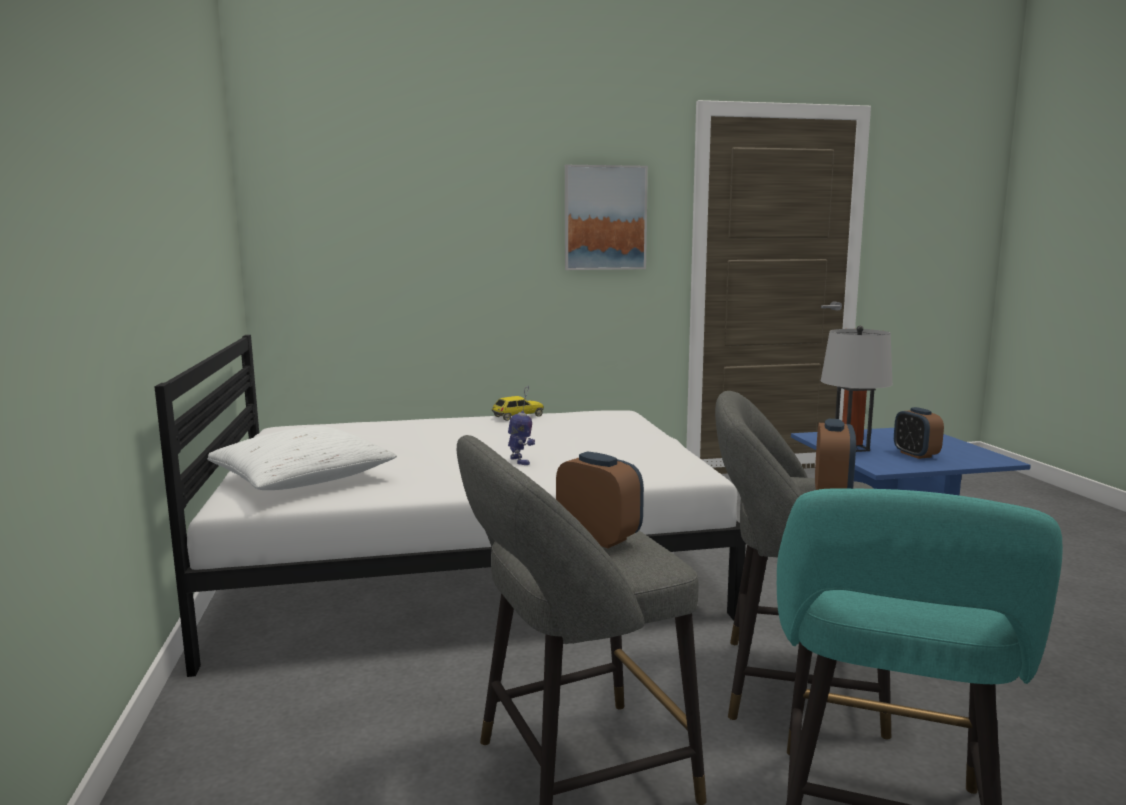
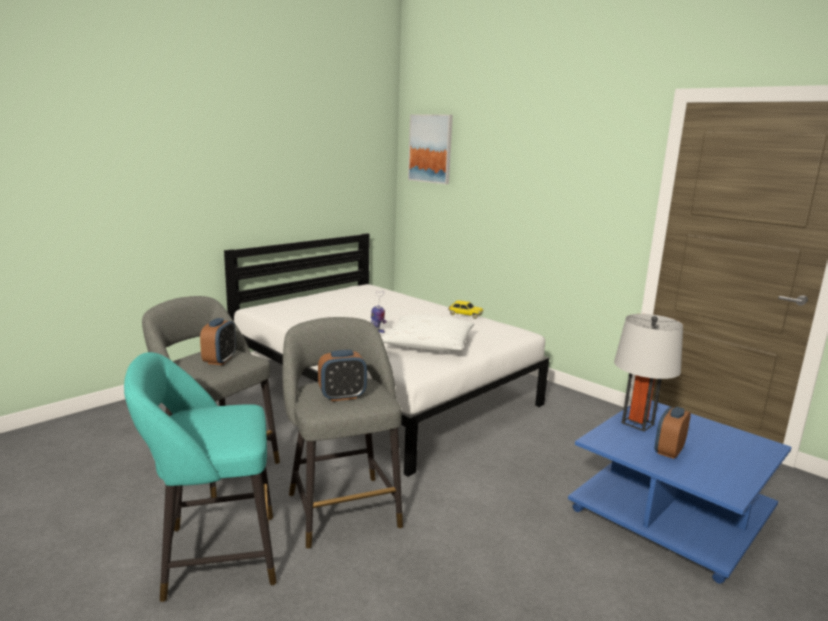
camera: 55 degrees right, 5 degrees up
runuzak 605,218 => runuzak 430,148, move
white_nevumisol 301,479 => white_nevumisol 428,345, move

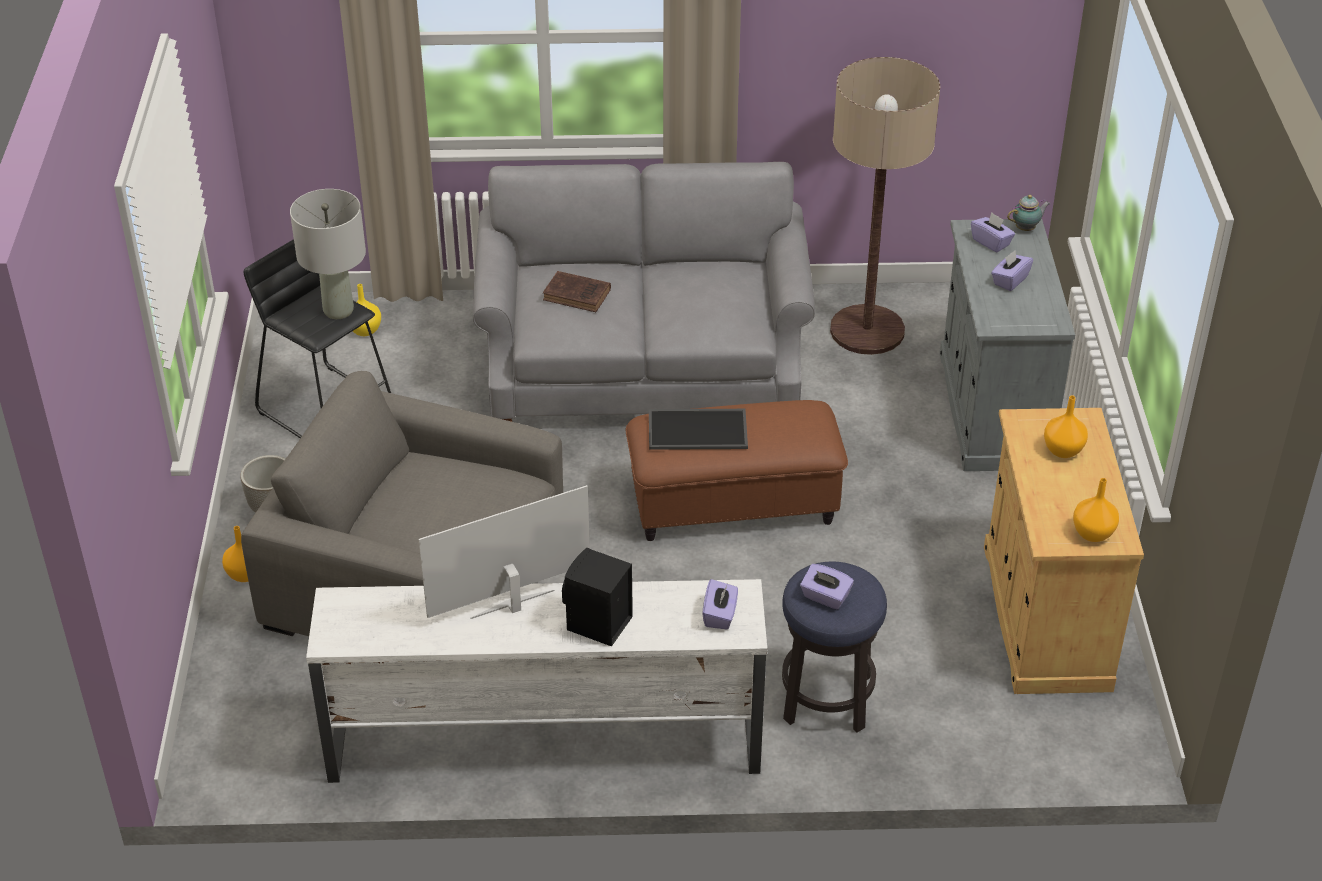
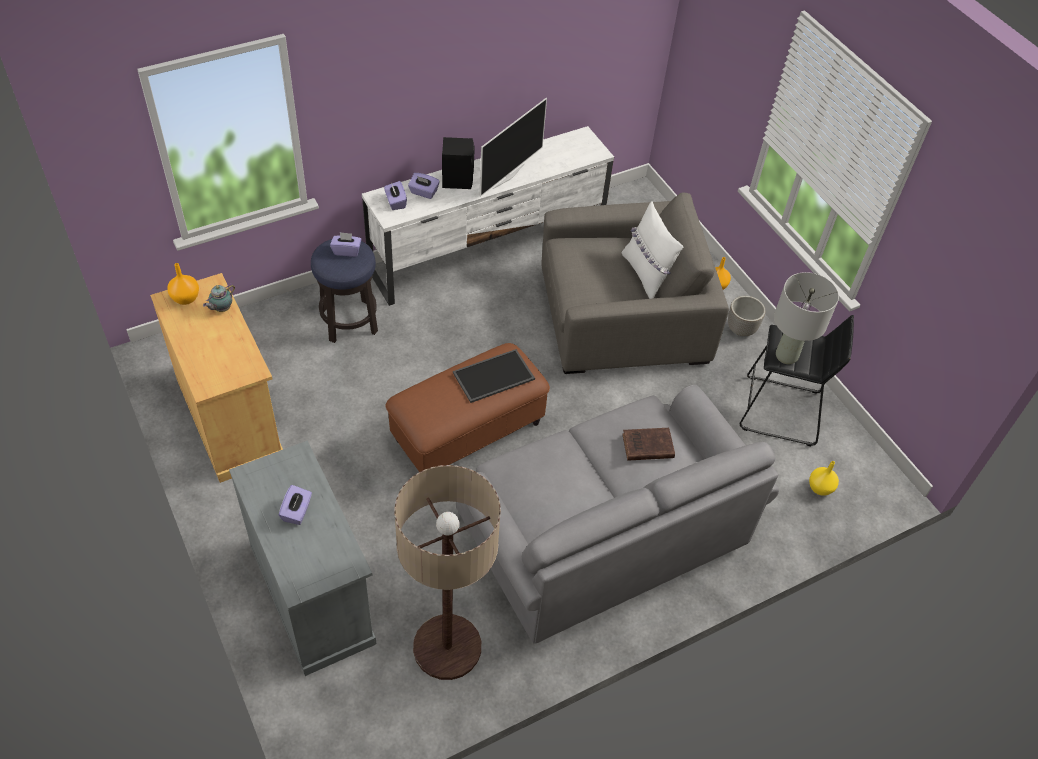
camera: 150 degrees right, 10 degrees up
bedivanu 1026,228 => bedivanu 221,309, move
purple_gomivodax 991,242 => purple_gomivodax 423,192, move
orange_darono 1062,451 => nothing
nothing => white_nevumisol 646,274

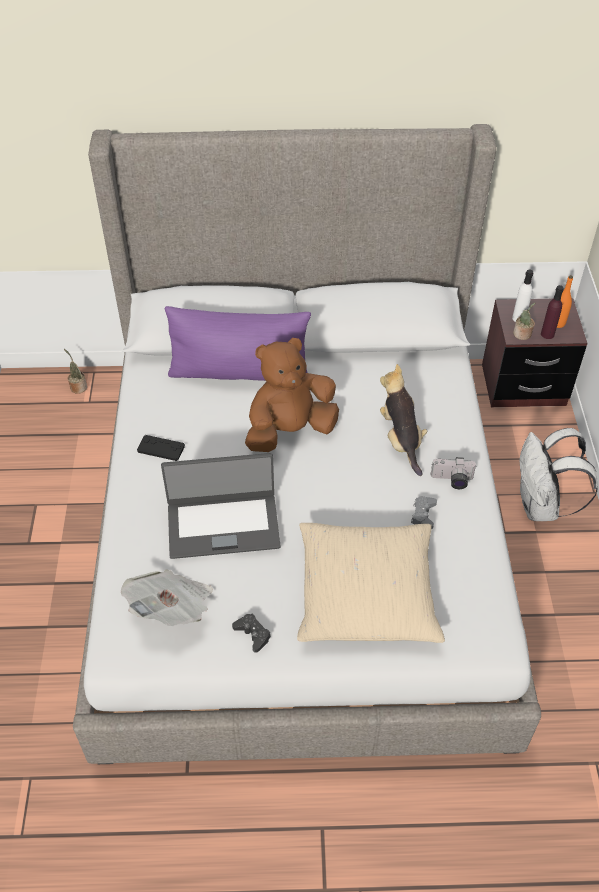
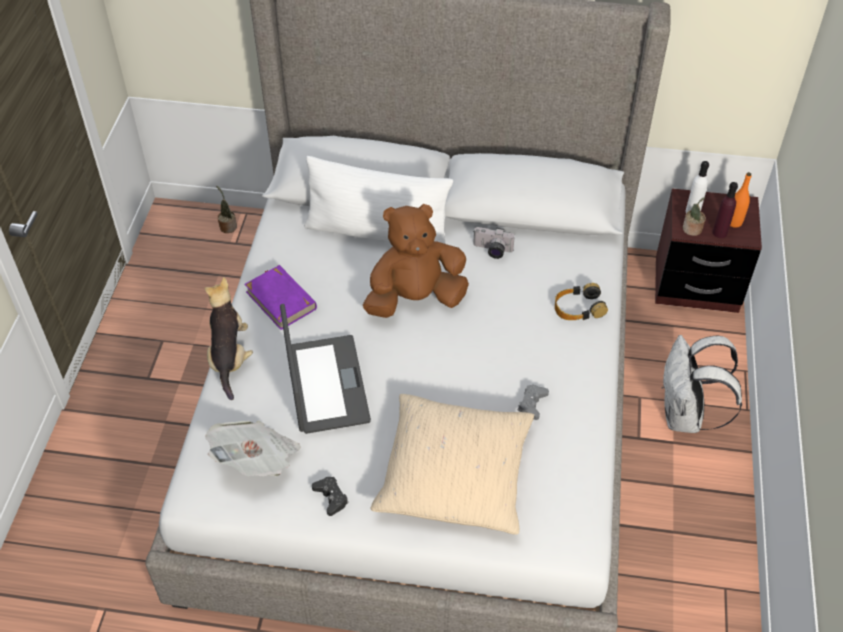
camera: 10 degrees right, 0 degrees up
purple_nevumisol 239,373 => white_nevumisol 377,233
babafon 401,439 => babafon 229,357, move
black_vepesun 161,448 => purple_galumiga 281,300
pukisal 223,524 => pukisal 325,385, 105 degrees counterclockwise
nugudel 452,481 => nugudel 492,251, move
nothing => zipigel 578,308

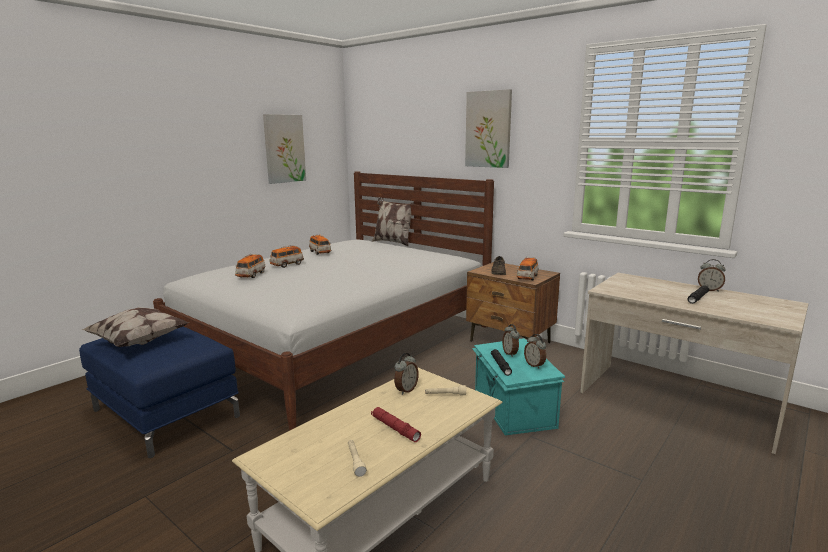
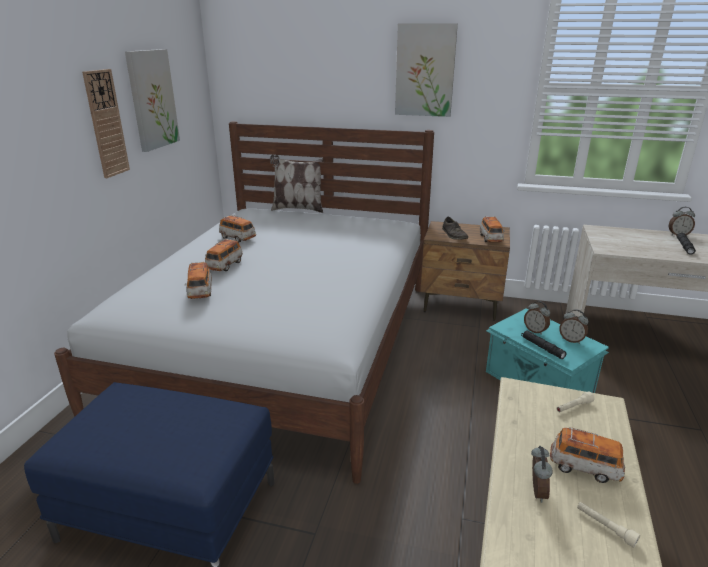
camera: 25 degrees left, 10 degrees up
nevumisol 139,341 => nothing
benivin 406,390 => benivin 536,491, move
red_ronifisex 395,428 => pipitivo 584,467
nothing => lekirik 106,124

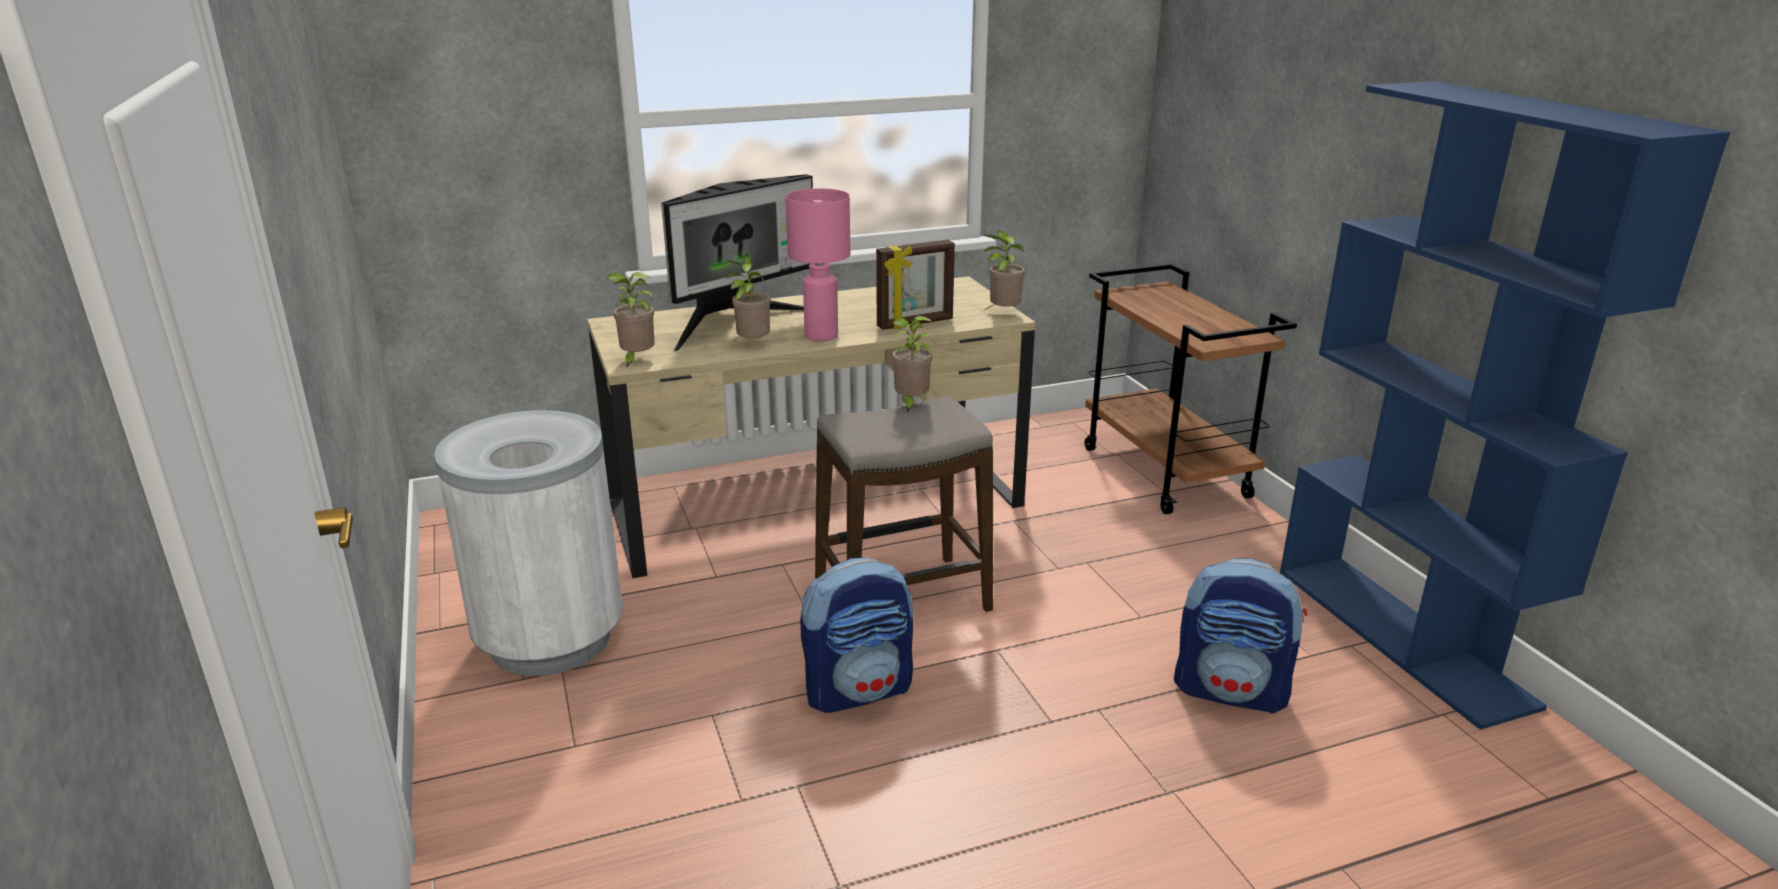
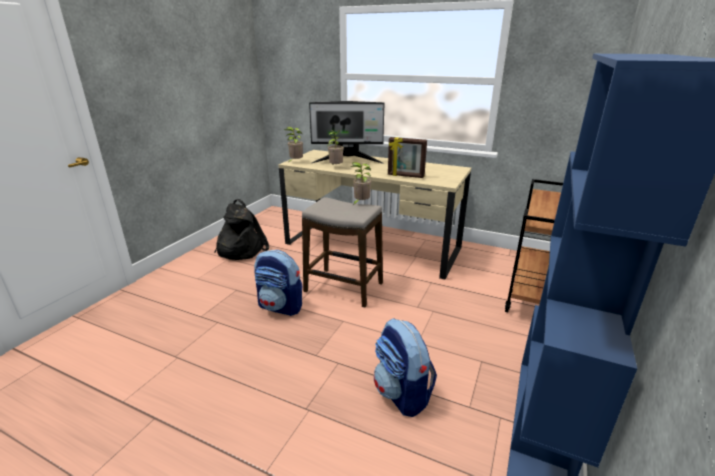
camera: 45 degrees right, 0 degrees up
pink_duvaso 821,335 => nothing
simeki 1002,313 => nothing
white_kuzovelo 551,639 => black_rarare 240,250

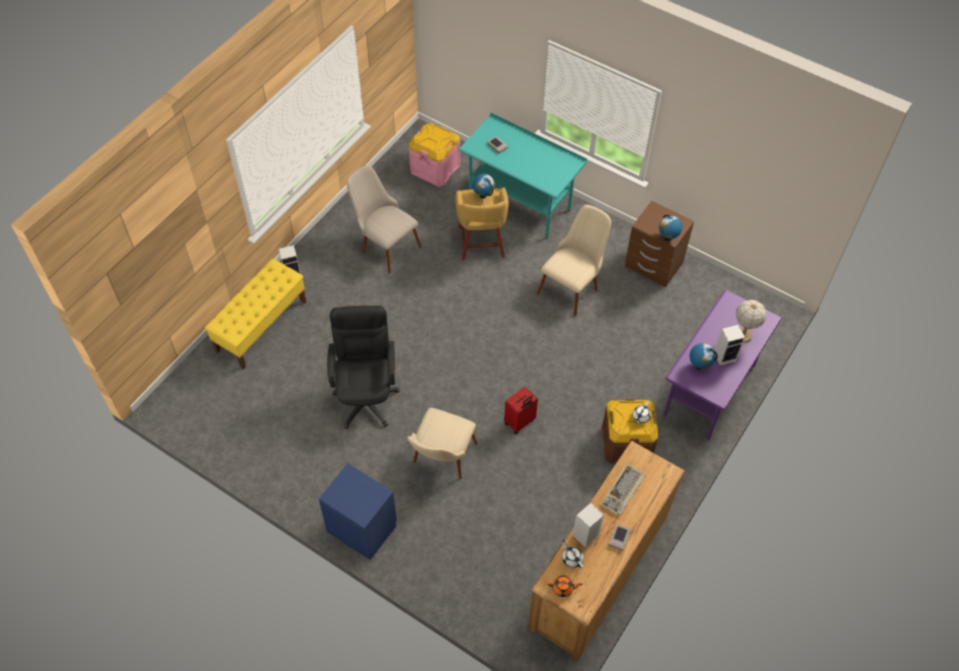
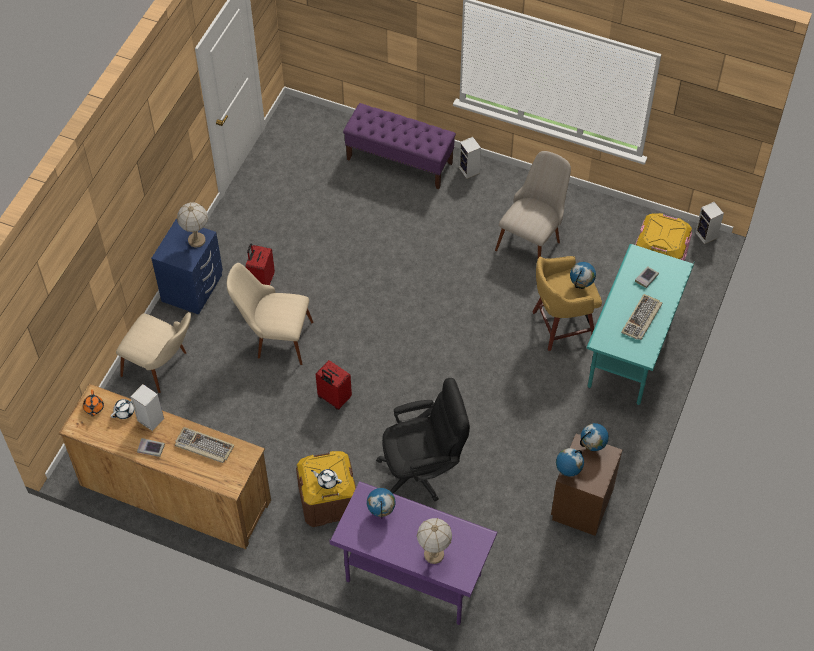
camera: 80 degrees right, 0 degrees up
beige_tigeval 573,285 => beige_tigeval 163,368, move
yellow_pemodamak 261,326 => purple_pemodamak 400,161
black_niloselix 366,395 => black_niloselix 423,470, move
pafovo 725,356 => pafovo 706,235, move
nothing => duvaso 196,240
nothing => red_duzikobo 261,282
nothing => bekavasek 642,319
nothing => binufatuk 592,447

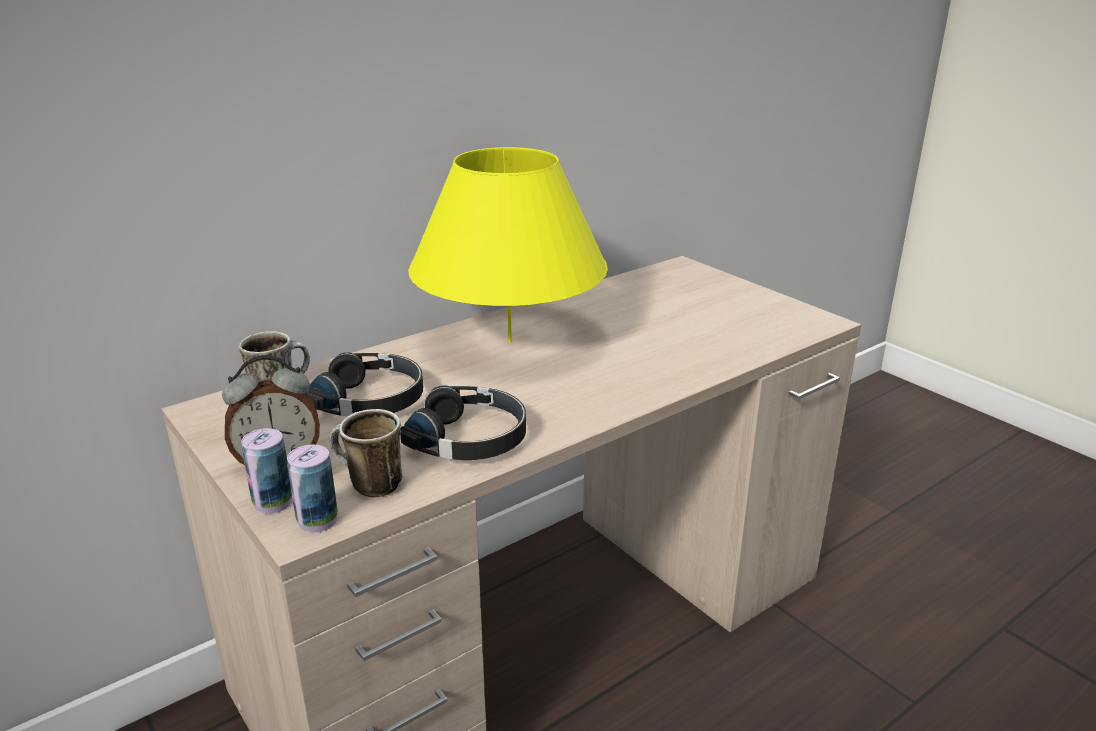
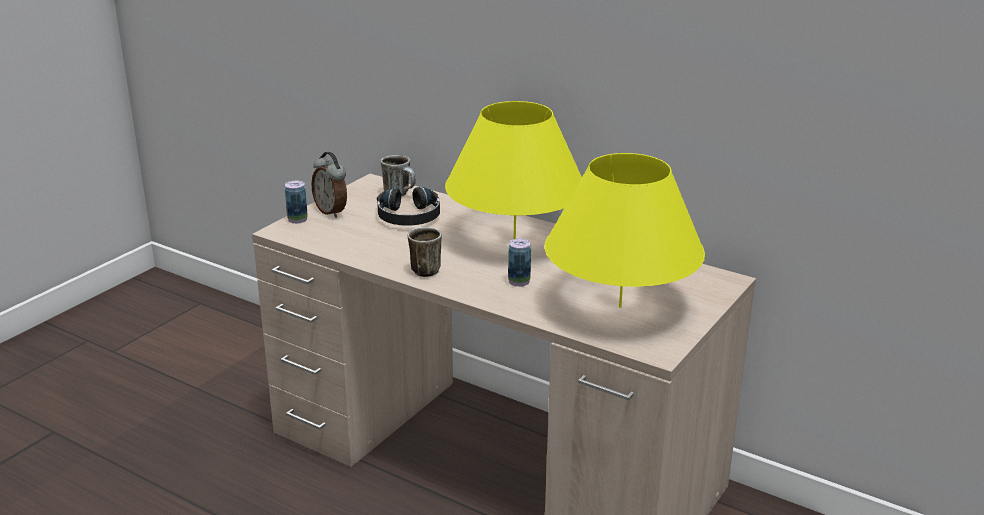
camera: 70 degrees right, 0 degrees up
black_zipigel 470,438 => nothing
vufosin 367,485 => vufosin 424,269, move
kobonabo 317,521 => kobonabo 519,281, move
nothing => yellow_duvaso 620,307

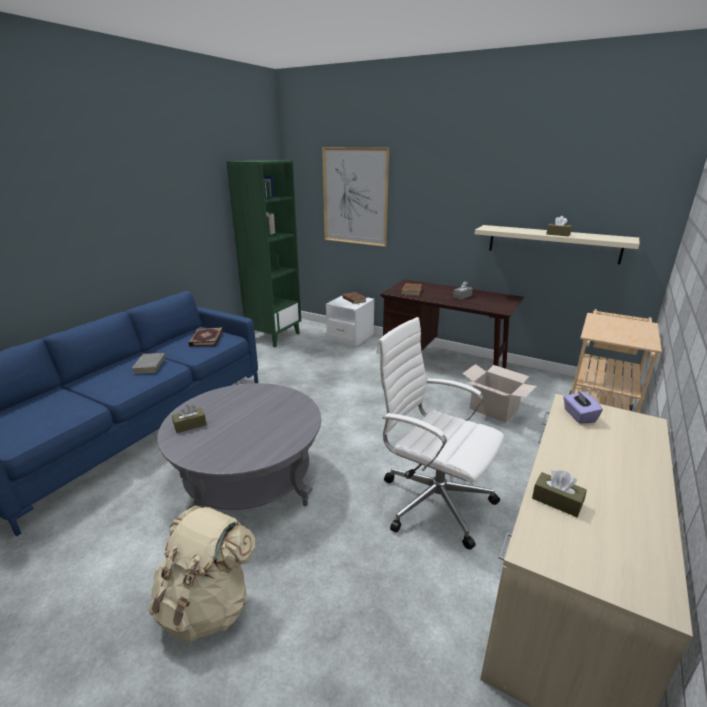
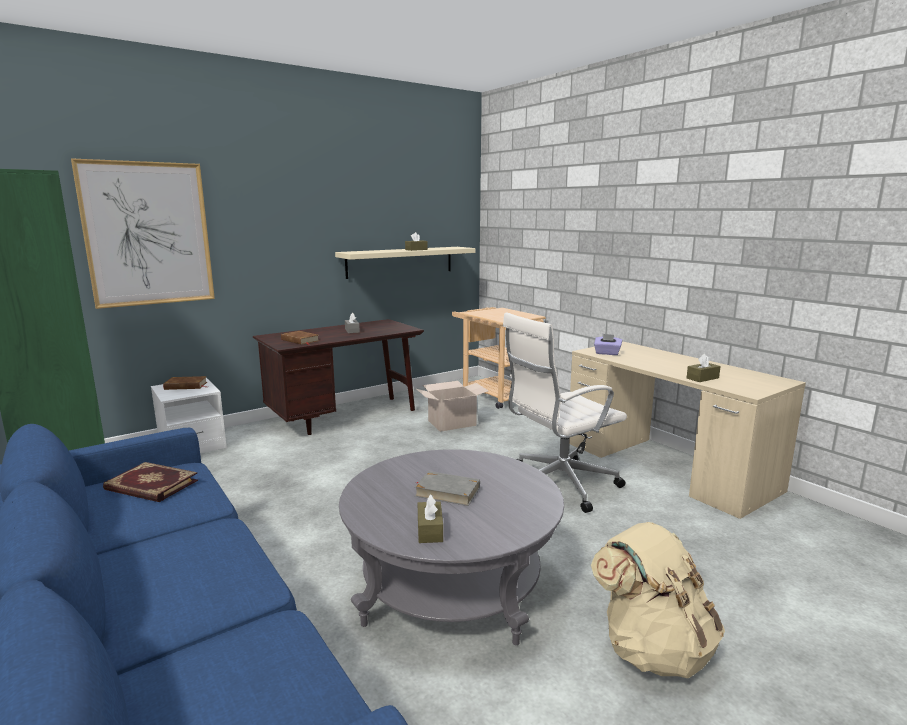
camera: 65 degrees left, 10 degrees down
grey_galumiga 150,365 => grey_galumiga 447,492, move

